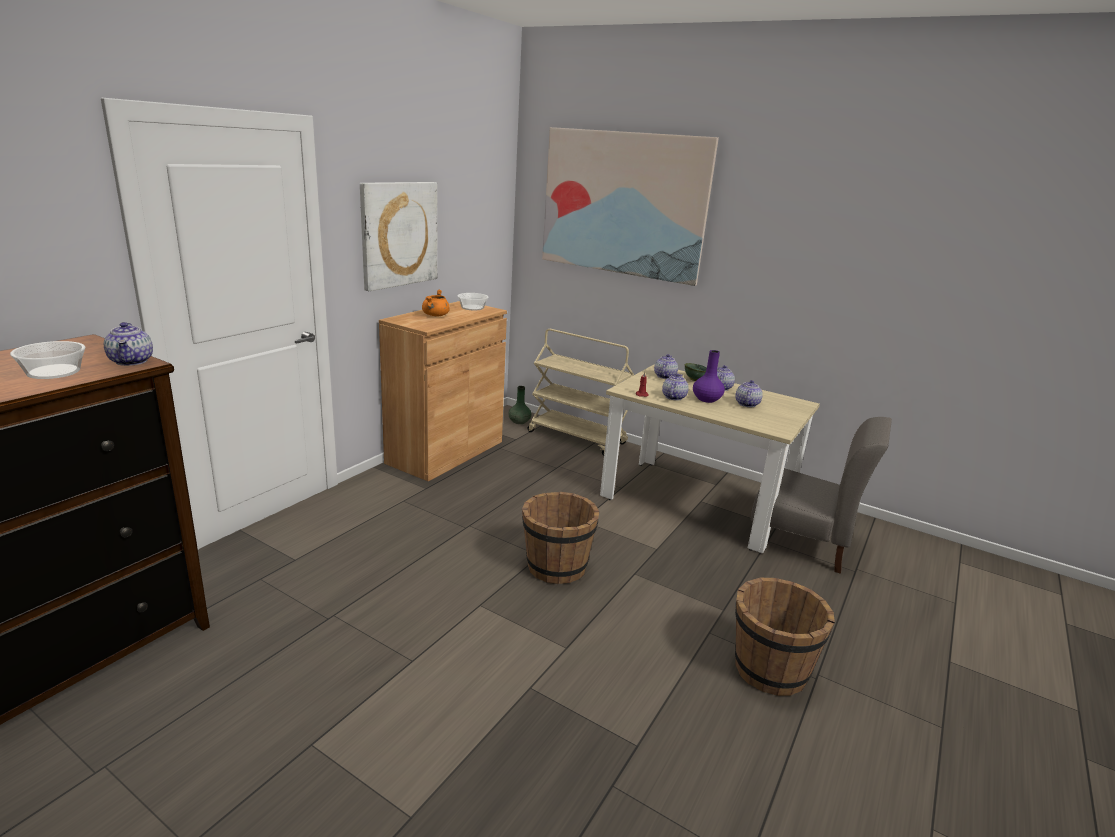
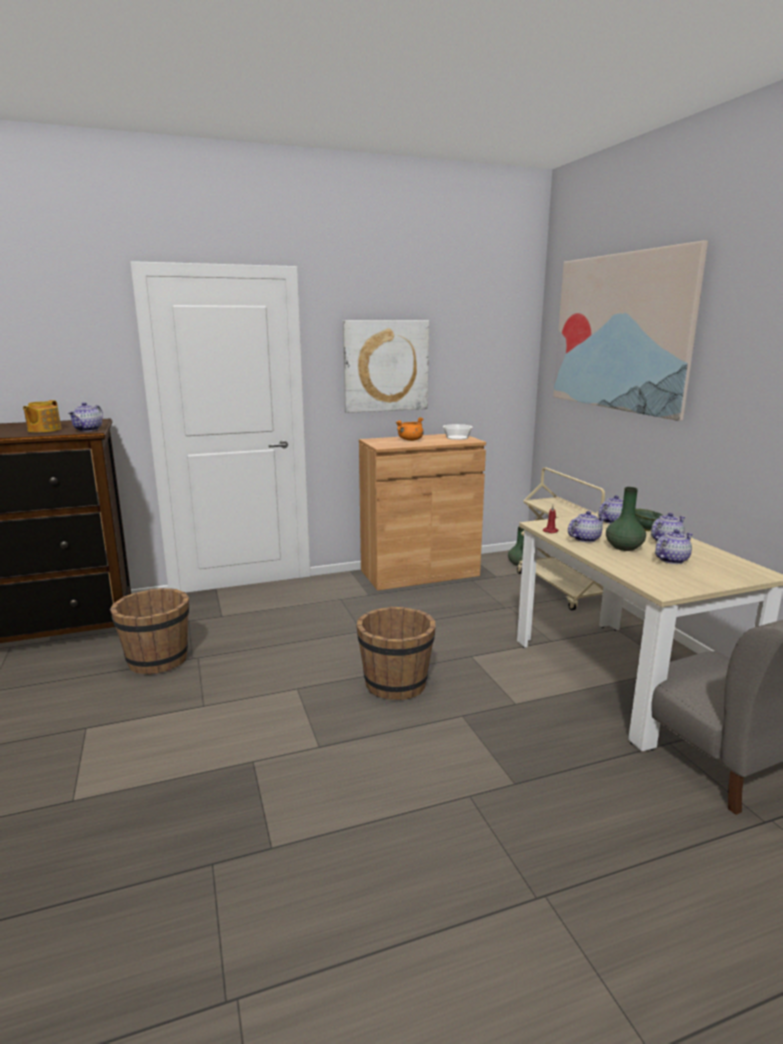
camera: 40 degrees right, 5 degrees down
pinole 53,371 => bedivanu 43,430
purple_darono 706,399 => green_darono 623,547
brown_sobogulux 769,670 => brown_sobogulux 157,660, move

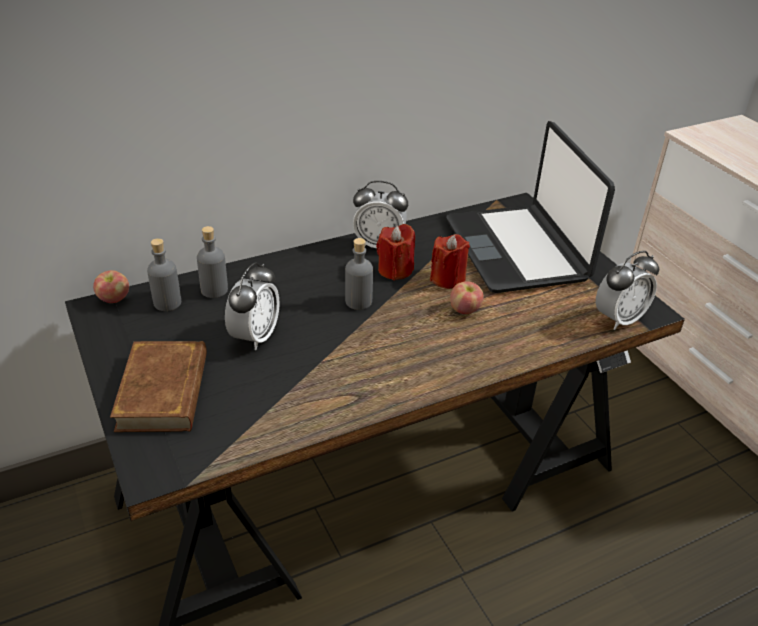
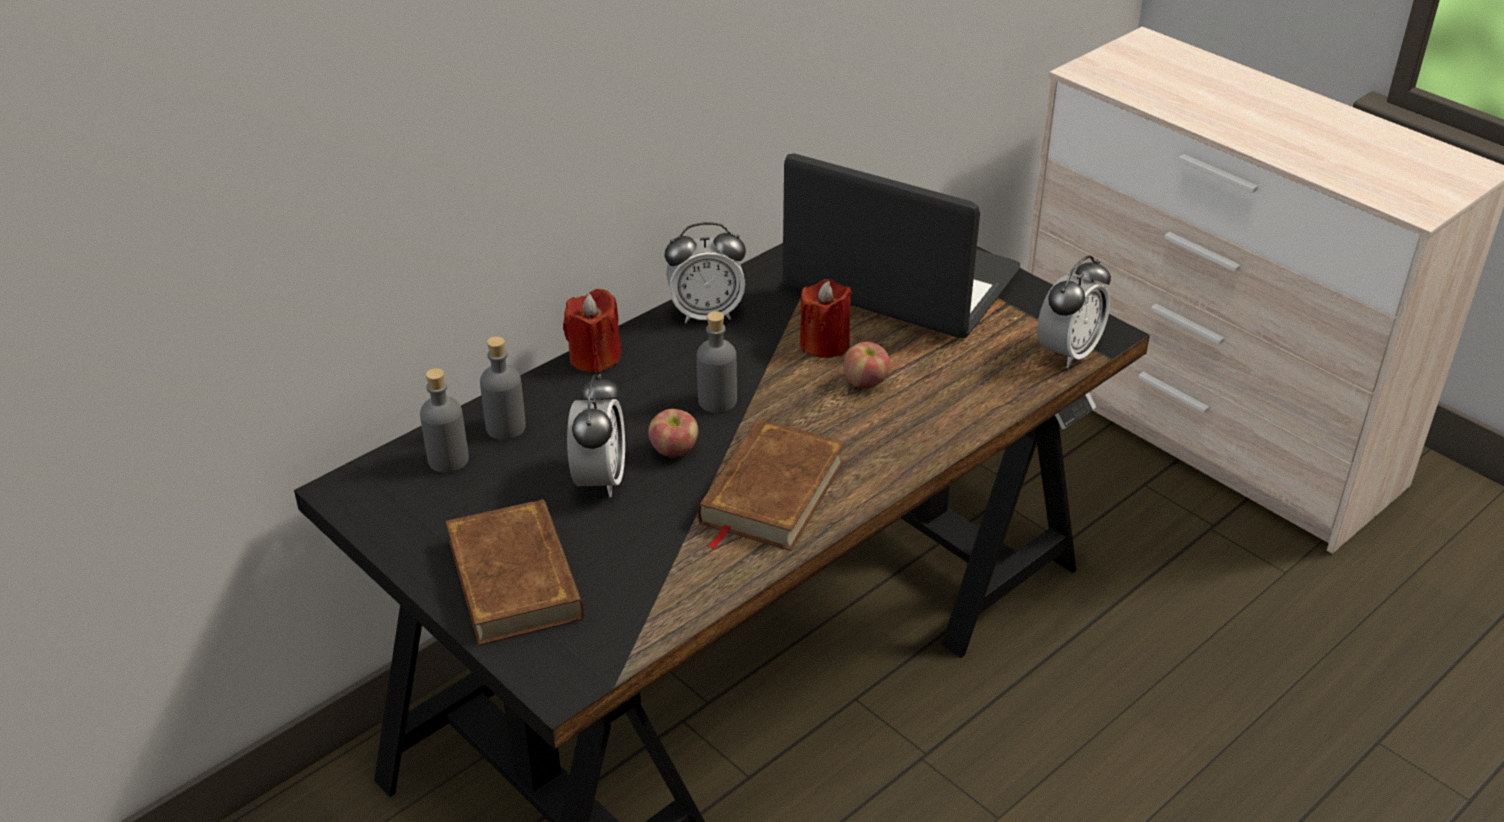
camera: 15 degrees left, 0 degrees up
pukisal 517,249 => pukisal 900,283, 150 degrees clockwise
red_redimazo 395,270 => red_redimazo 594,357, move
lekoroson 114,299 => lekoroson 674,451, move
nothing => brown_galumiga 771,492

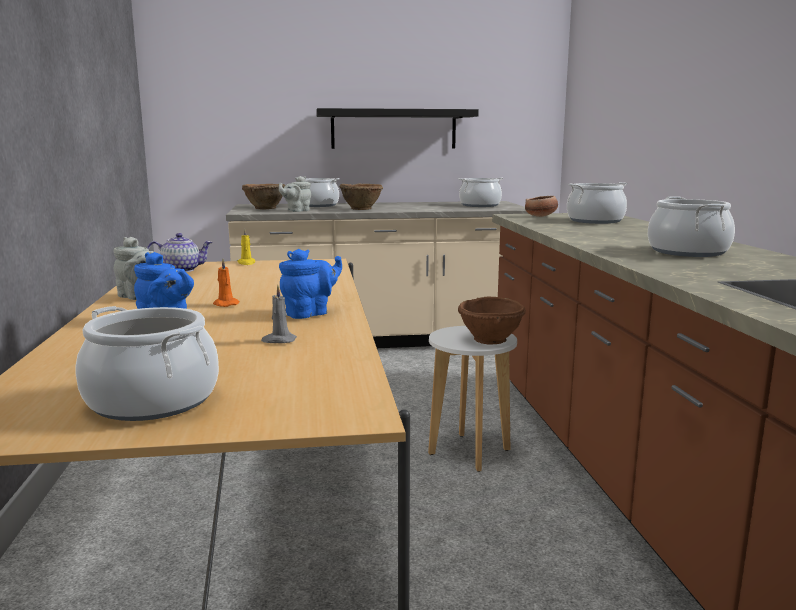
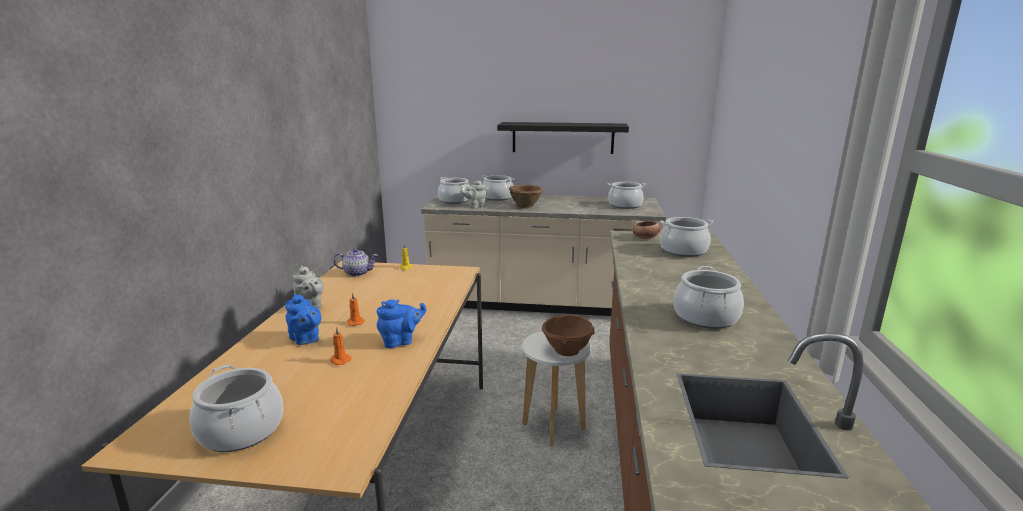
camera: 15 degrees right, 5 degrees up
brown_pinole 264,208 => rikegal 454,201
grey_redimazo 278,340 => nothing
nothing => orange_redimazo 340,360

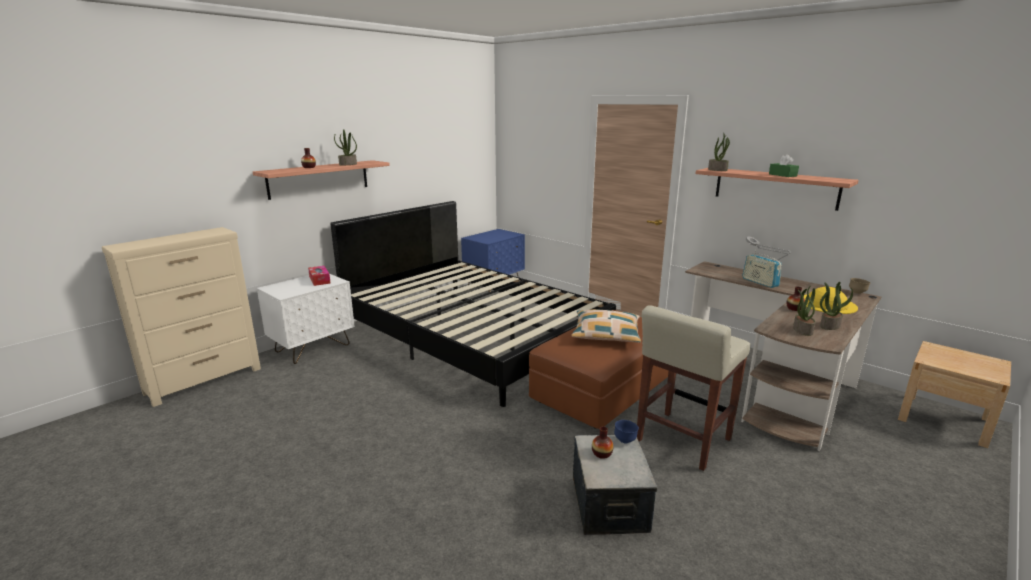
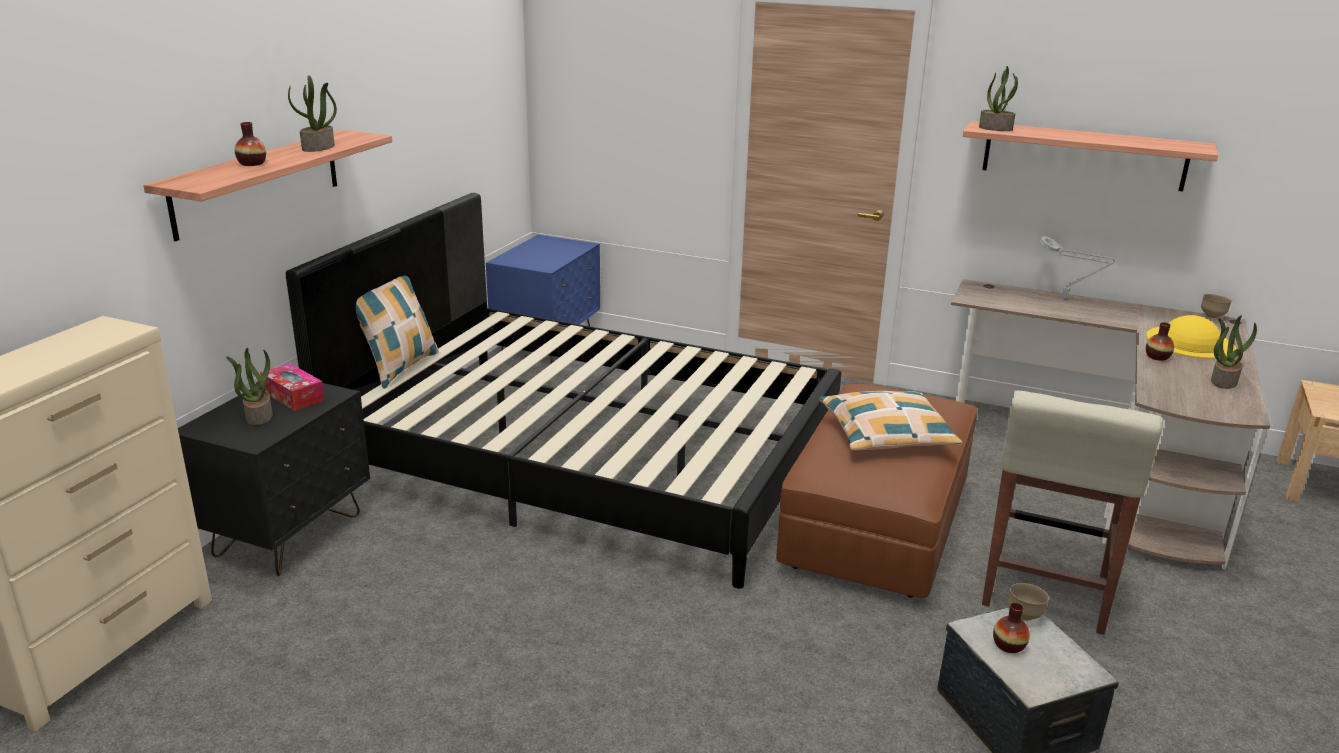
camera: 20 degrees left, 5 degrees up
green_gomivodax 782,175 => nothing
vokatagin 760,282 => nothing
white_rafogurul 313,348 => black_rafogurul 289,535
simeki 802,330 => simeki 258,416, move
blue_pinole 625,441 => brown_pinole 1024,616
nothing => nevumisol 399,367

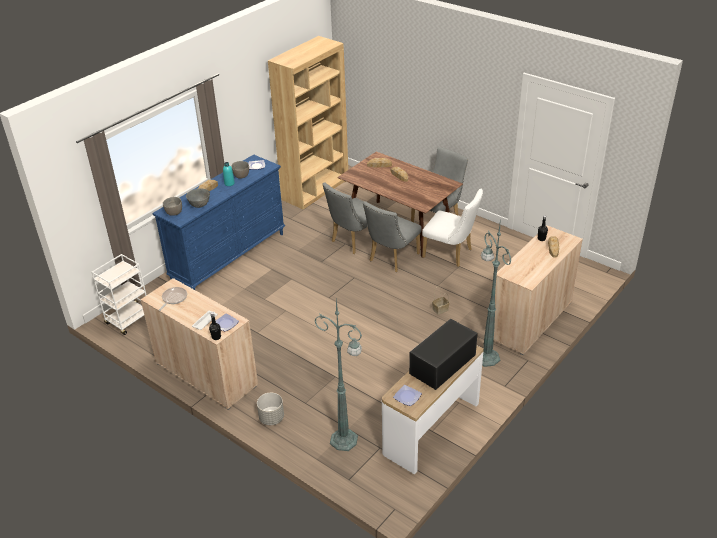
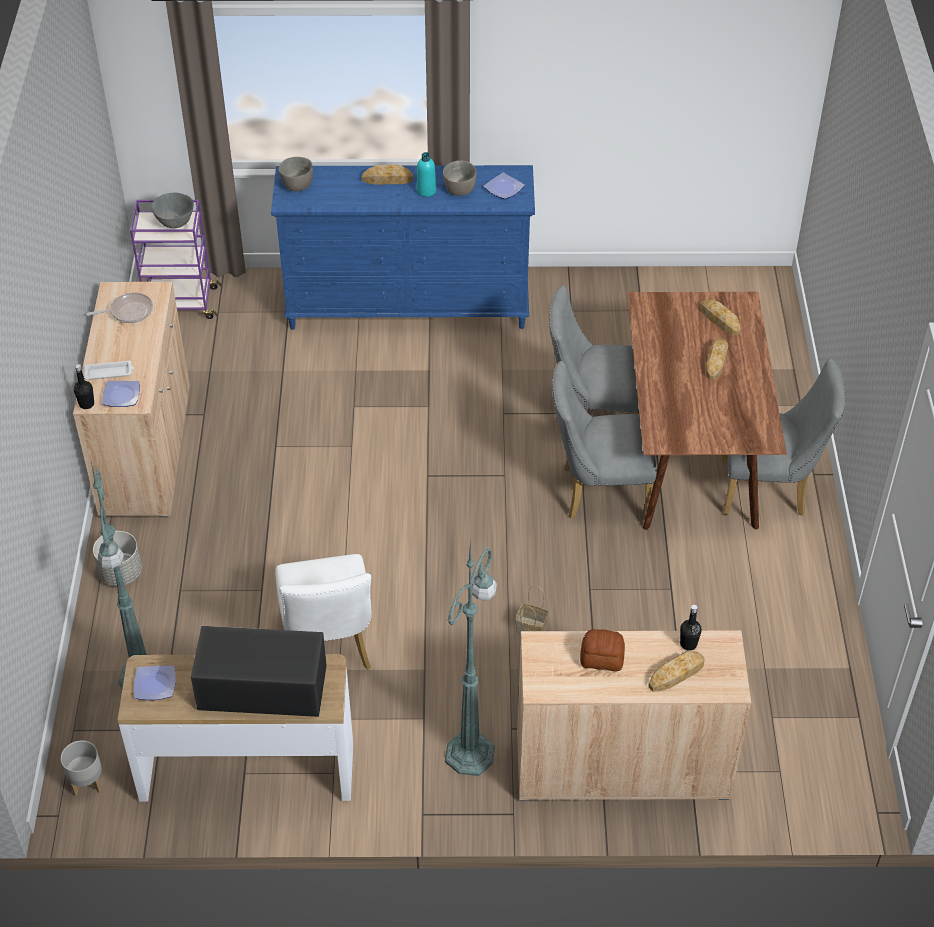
camera: 50 degrees right, 10 degrees up
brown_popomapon 315,189 => nothing
grey_pinole 199,205 => grey_pinole 175,223, move
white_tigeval 451,254 => white_tigeval 329,647, move
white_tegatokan 129,320 => purple_tegatokan 180,303
nothing => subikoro 602,659
nothing => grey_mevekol 86,783

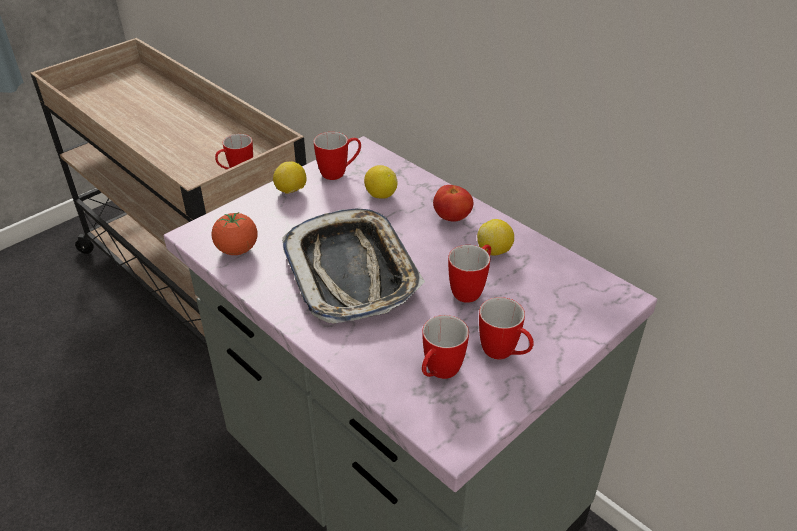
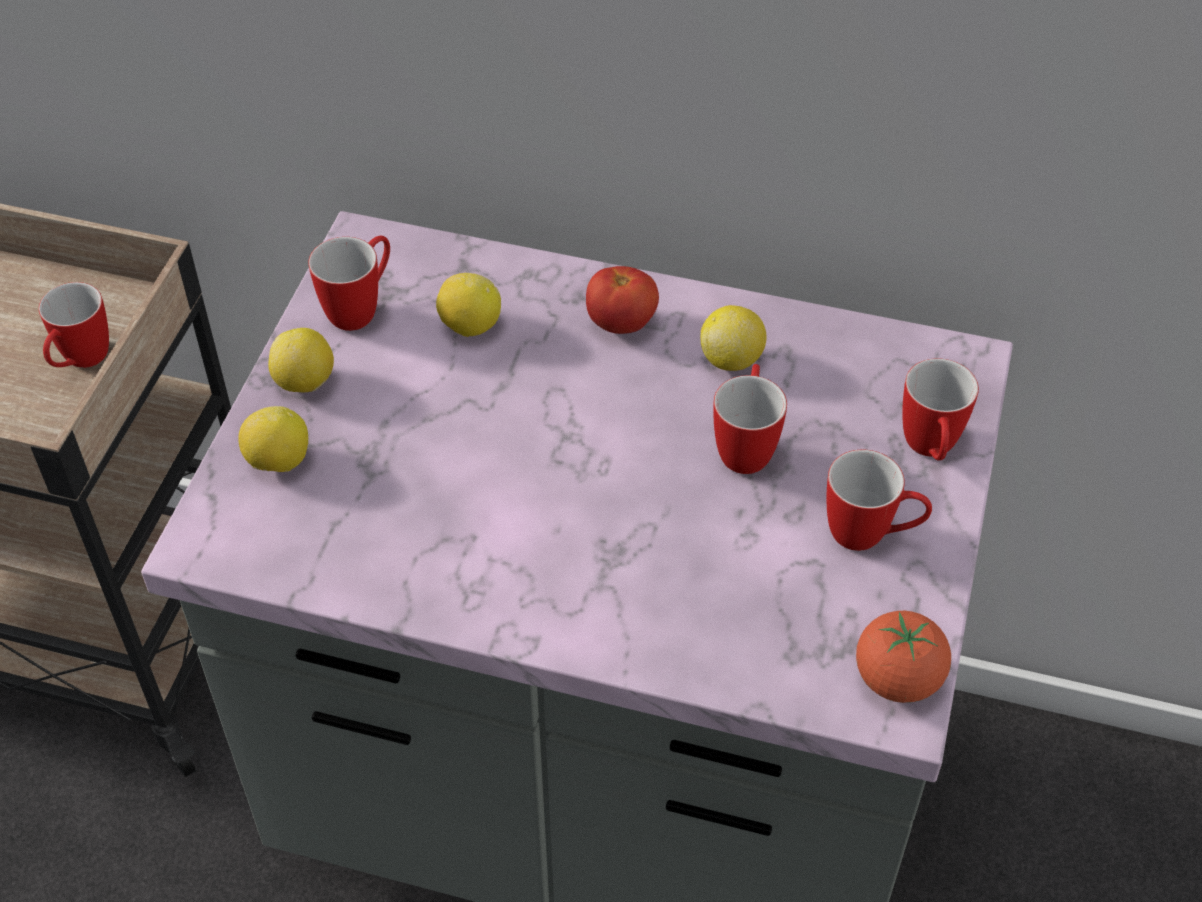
camera: 30 degrees left, 10 degrees up
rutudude 352,272 => nothing
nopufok 237,250 => nopufok 897,679, move
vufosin 438,374 => vufosin 930,451, move
nothing => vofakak 278,461

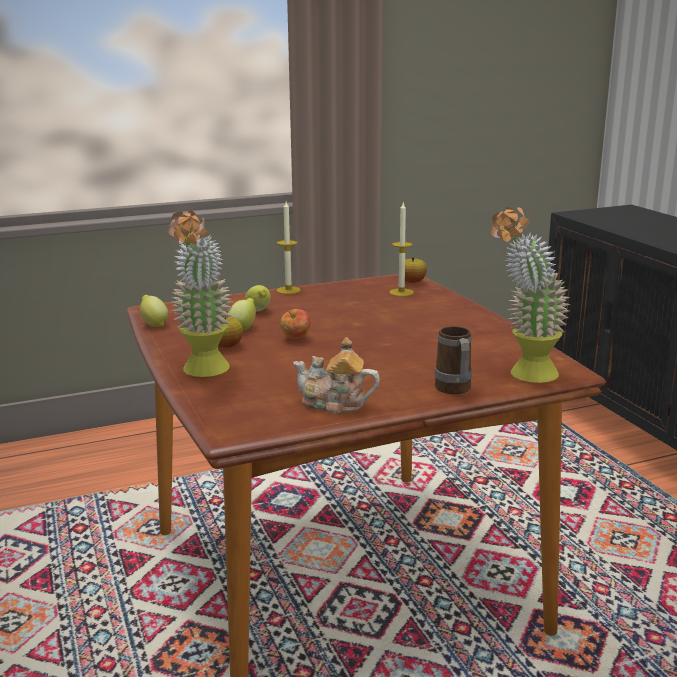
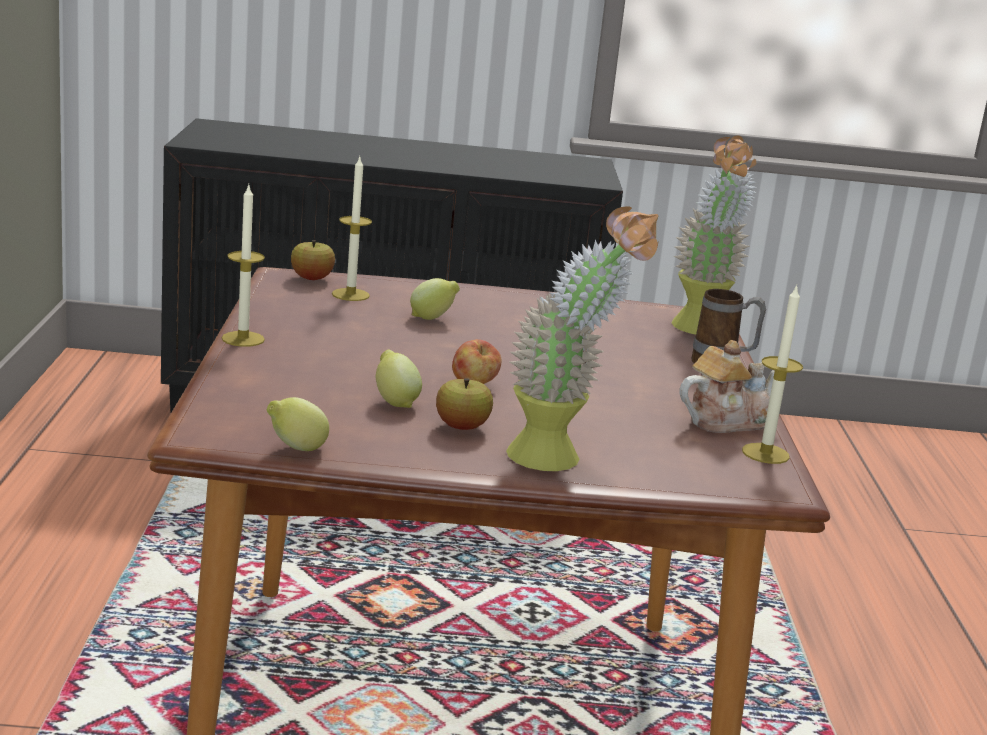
camera: 70 degrees left, 0 degrees up
vofakak 259,312 => vofakak 432,318, move
bedivanu 334,404 => bedivanu 725,421, 150 degrees counterclockwise
nothing => redimazo 765,453

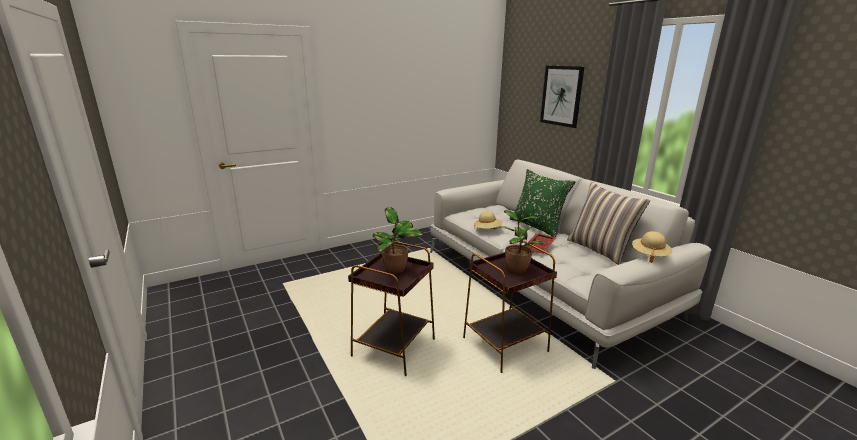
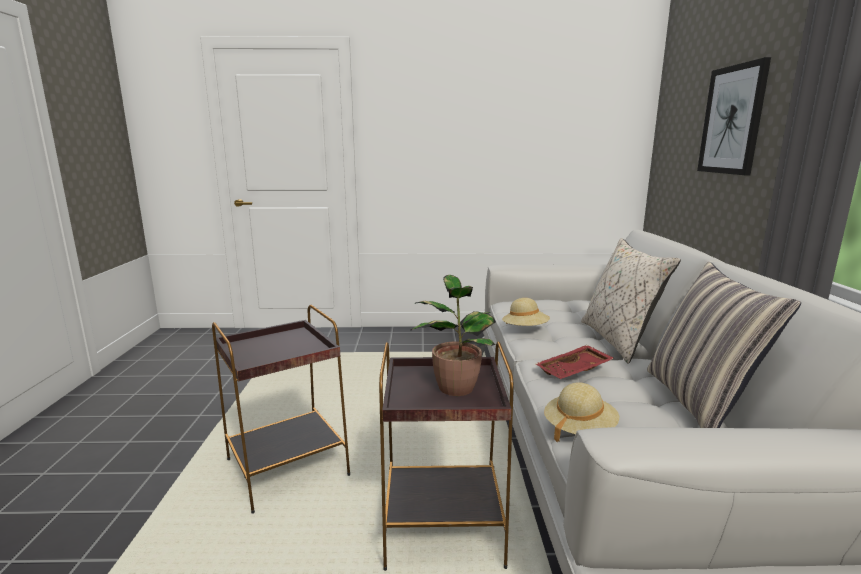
camera: 30 degrees right, 5 degrees down
green_nevumisol 537,226 => beige_nevumisol 619,340
simeki 396,270 => nothing
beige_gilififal 649,255 => beige_gilififal 579,429, move

